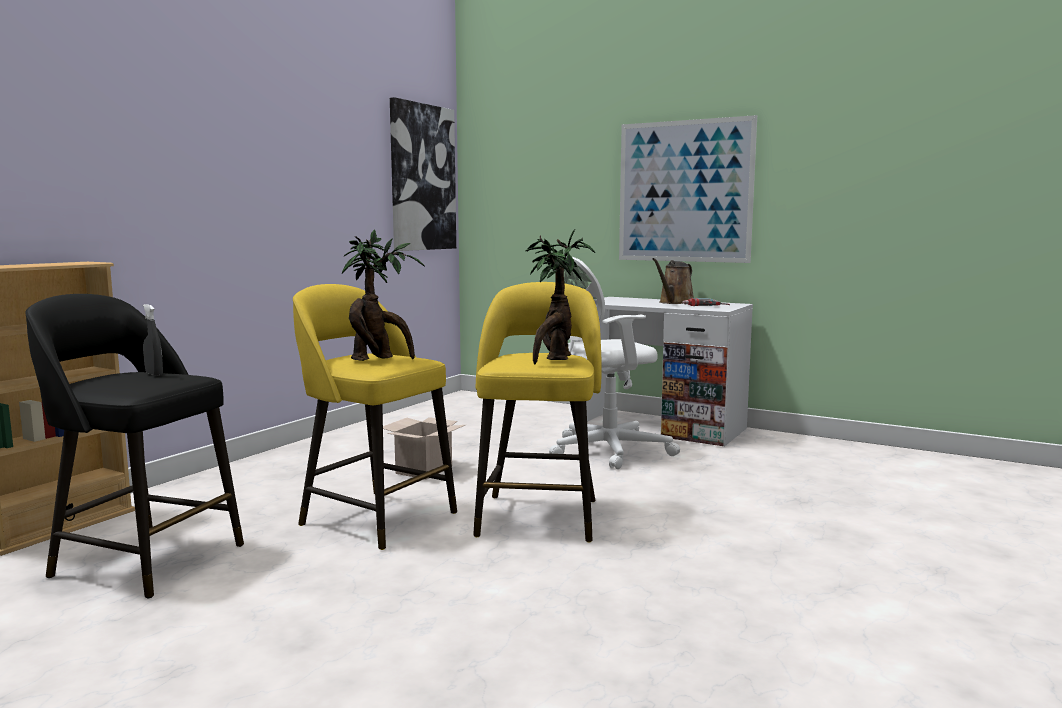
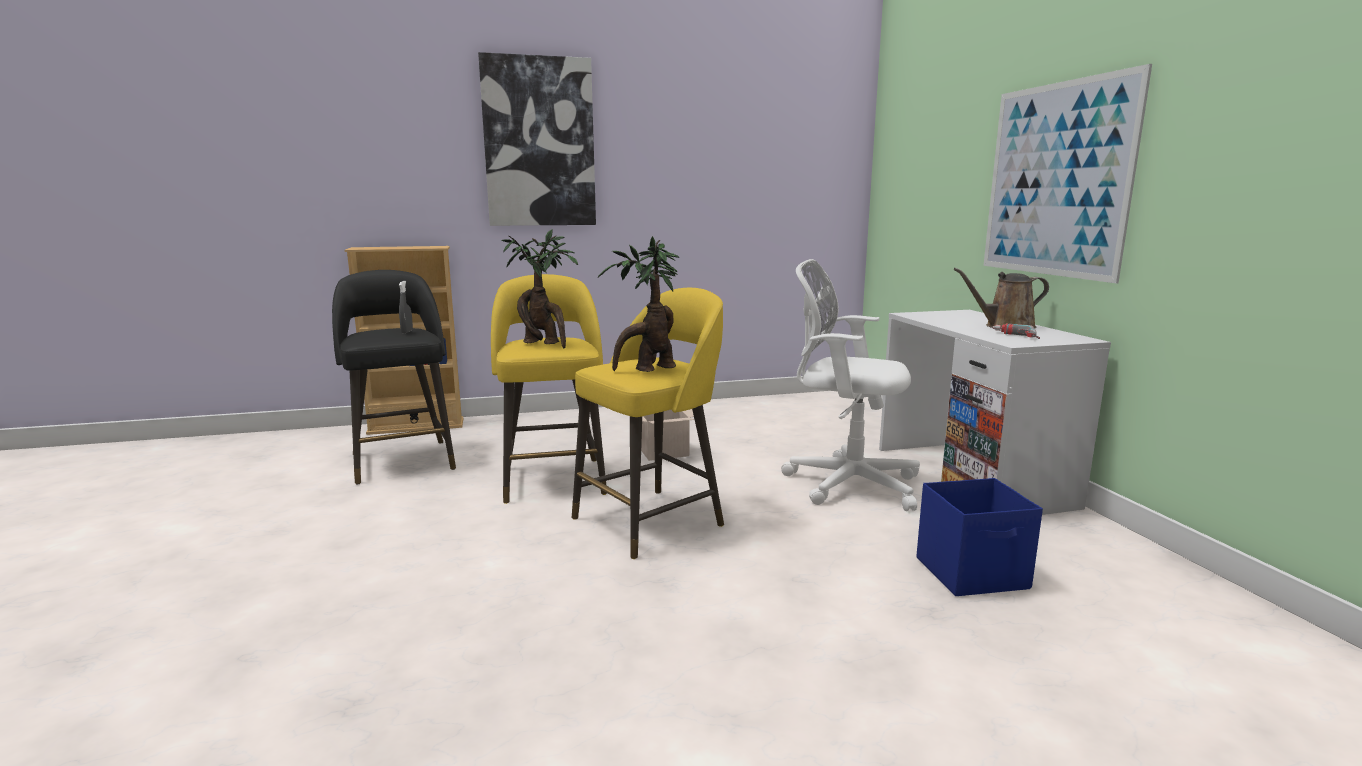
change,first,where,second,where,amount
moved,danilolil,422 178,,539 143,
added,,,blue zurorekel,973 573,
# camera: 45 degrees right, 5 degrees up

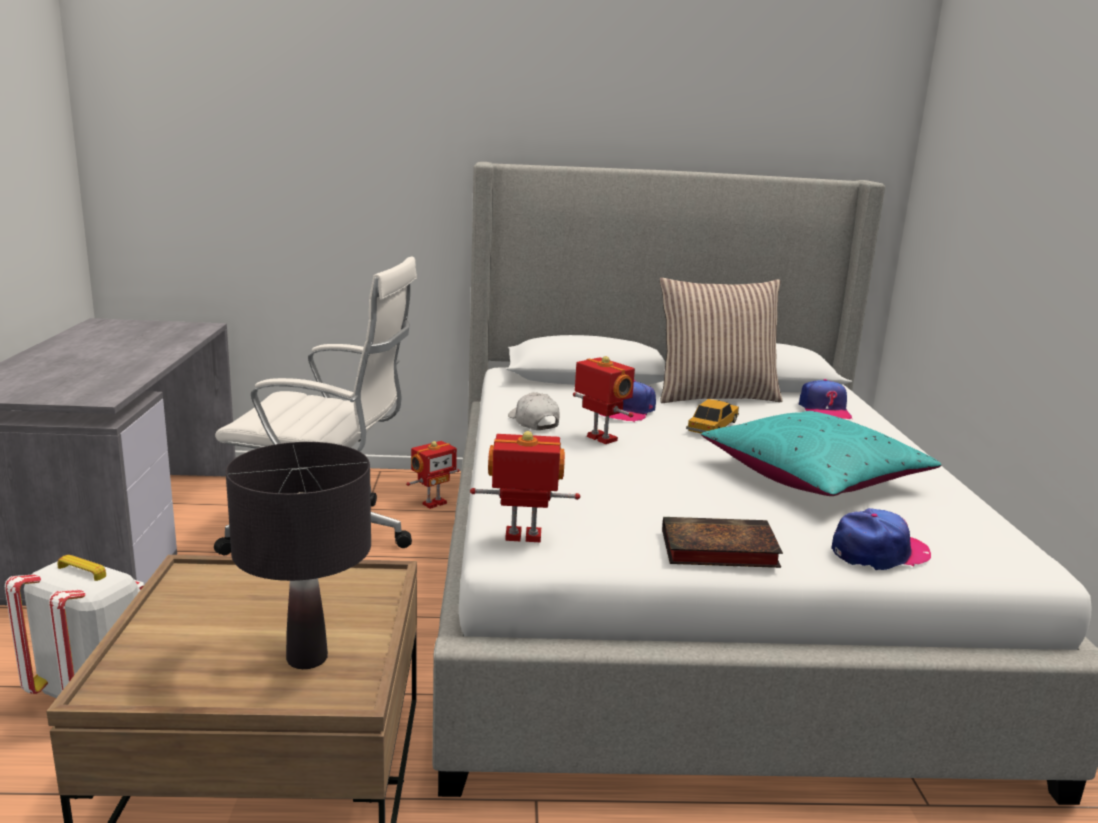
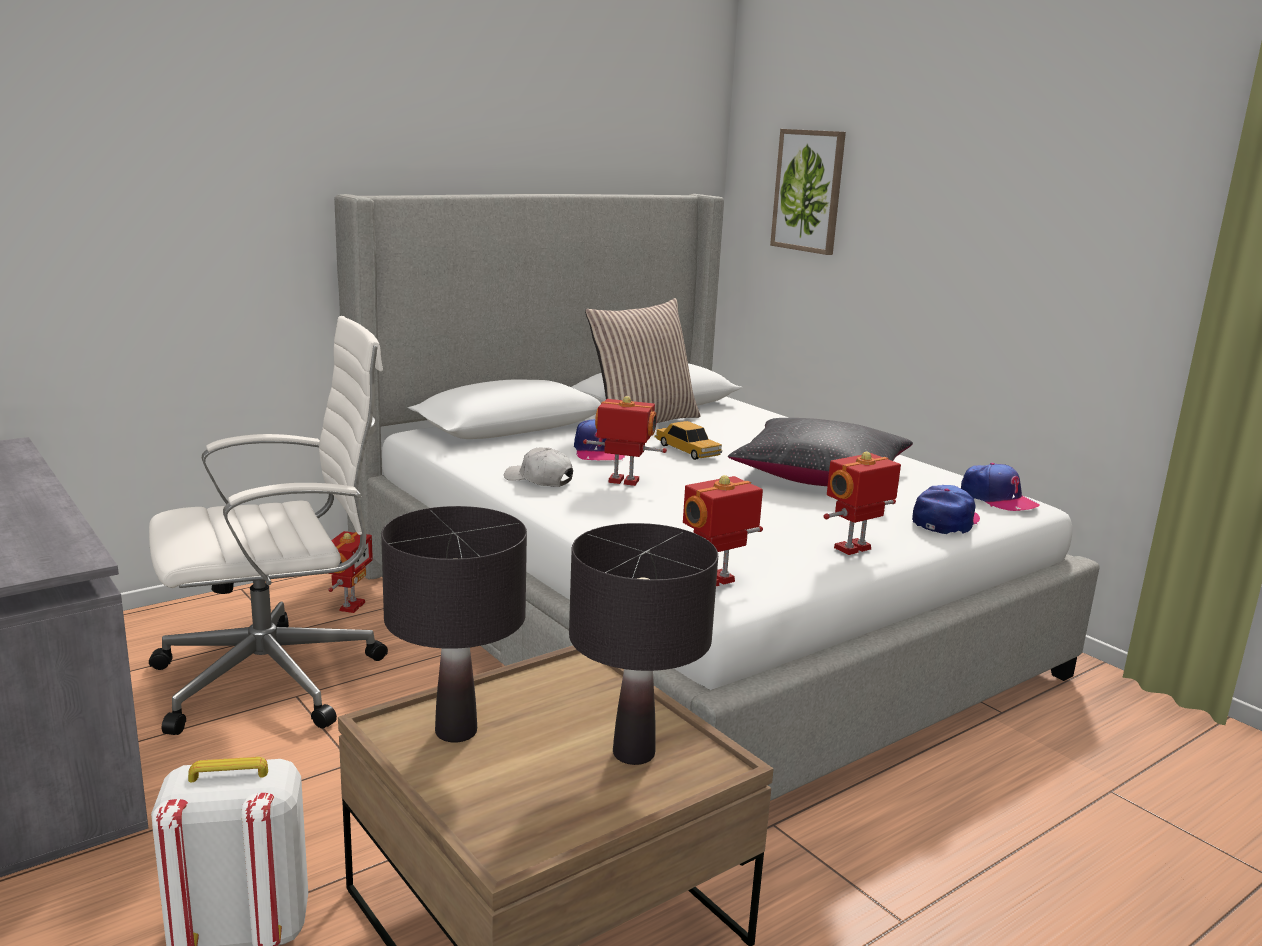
change,first,where,second,where,amount
replaced,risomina,716 550,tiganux,854 549,
turned,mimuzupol,713 427,,687 450,150 degrees clockwise
recoloured,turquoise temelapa,813 477,black temelapa,820 476,
moved,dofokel,824 410,,997 499,
added,,,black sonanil,456 731,
added,,,danilolil,808 191,
# camera: 35 degrees left, 0 degrees up

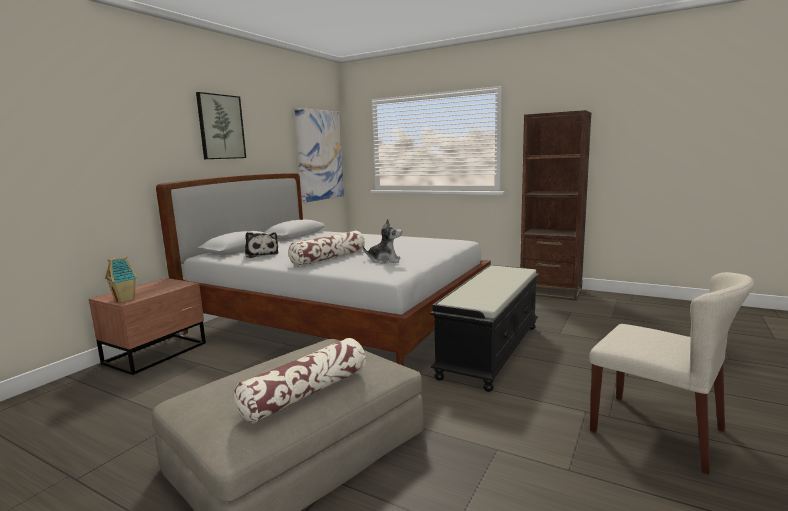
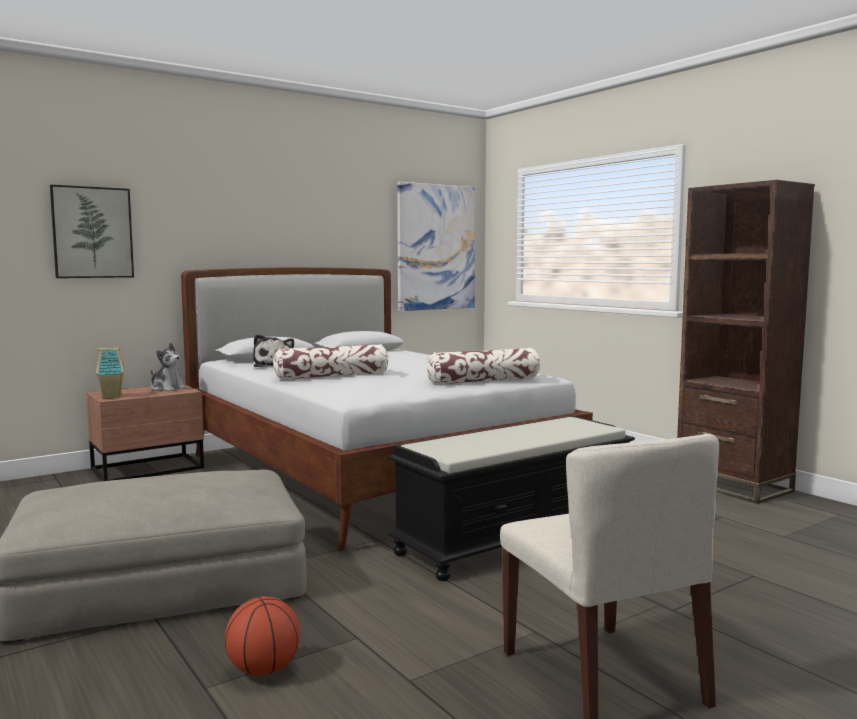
change,first,where,second,where,amount
moved,danilolil,221 127,,92 232,
moved,temelapa,306 393,,484 381,
moved,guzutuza,384 261,,167 388,
added,,,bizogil,264 670,
# camera: 25 degrees right, 5 degrees down

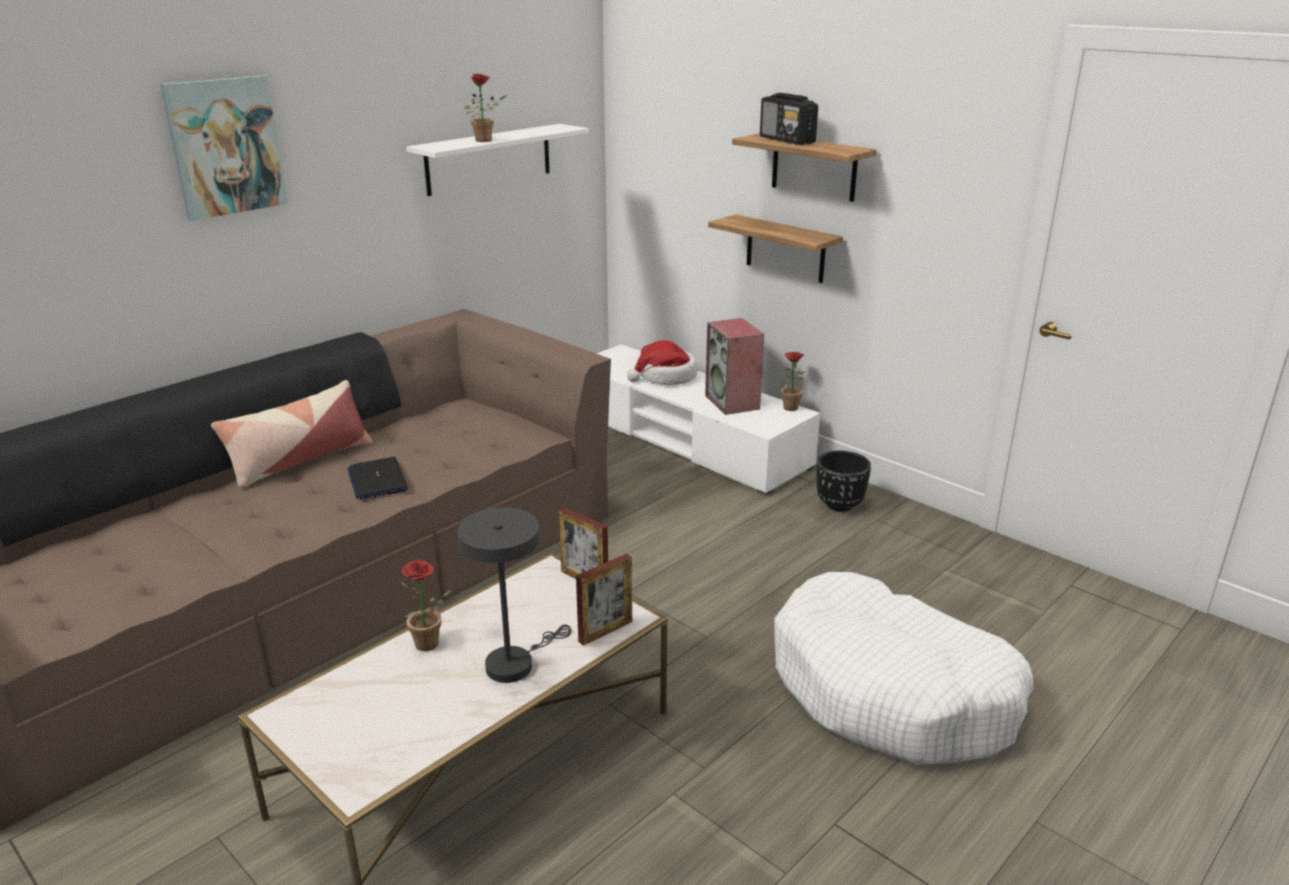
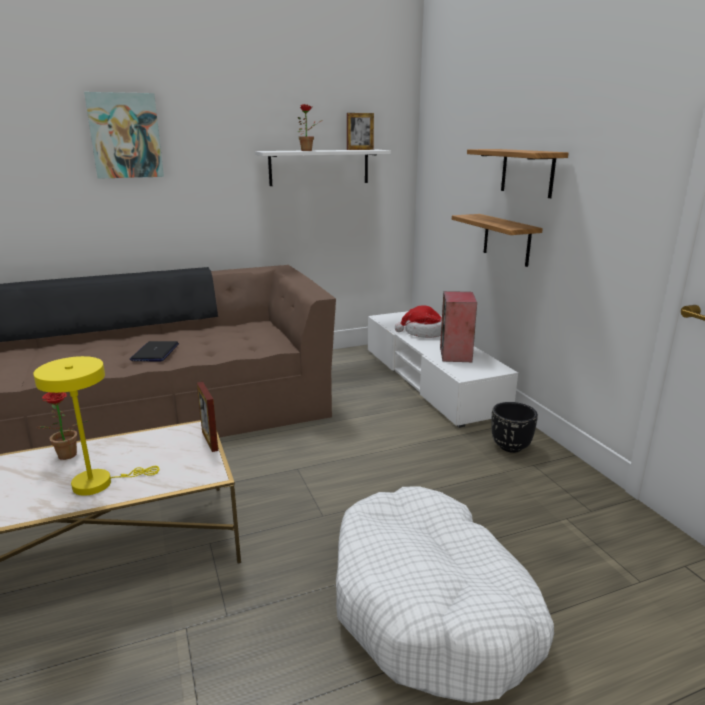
change,first,where,second,where,amount
removed,temelapa,300 460,,,
recoloured,grey sonanil,515 663,yellow sonanil,99 483,
moved,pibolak,605 631,,360 149,
removed,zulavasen,787 140,,,
removed,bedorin,789 406,,,
# camera: 25 degrees right, 5 degrees down

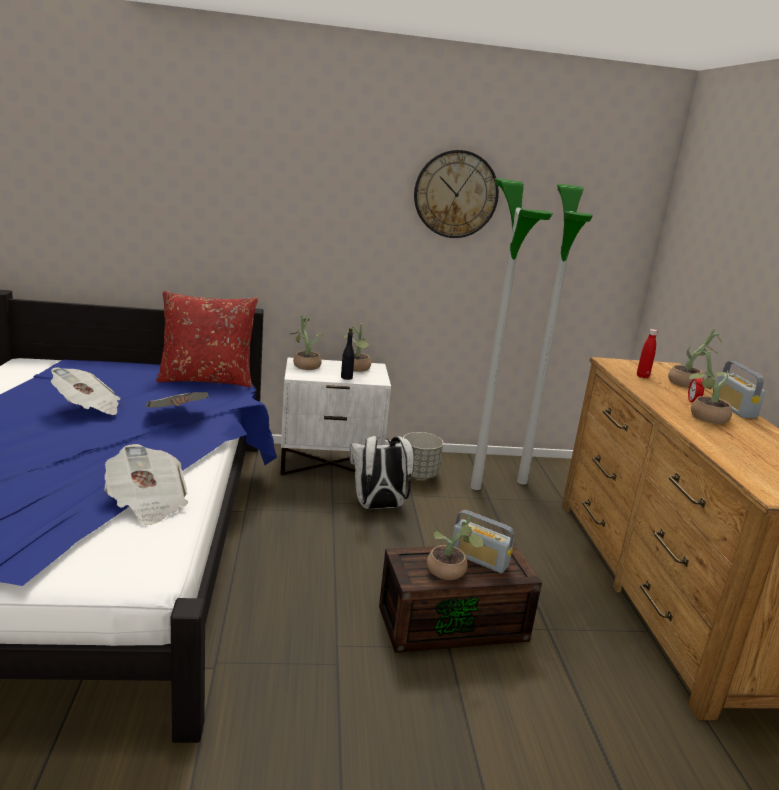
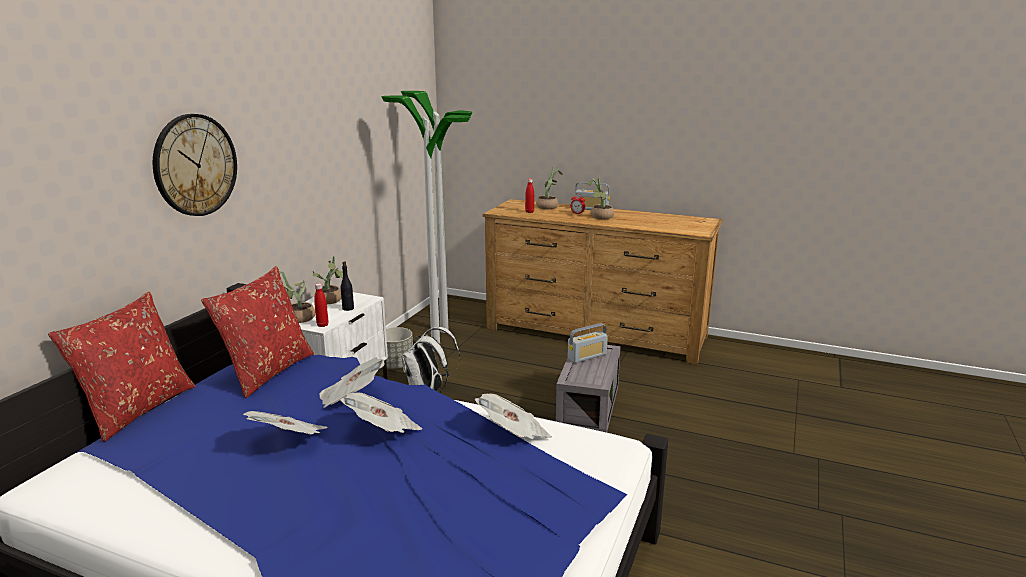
change,first,where,second,where,amount
recoloured,brown zurorekel,454 621,grey zurorekel,587 406,
moved,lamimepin,455 194,,195 165,
removed,bedorin,450 572,,,
added,,,red temelapa,138 409,
added,,,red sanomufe,322 325,
added,,,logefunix,383 430,
# camera: 60 degrees left, 0 degrees up

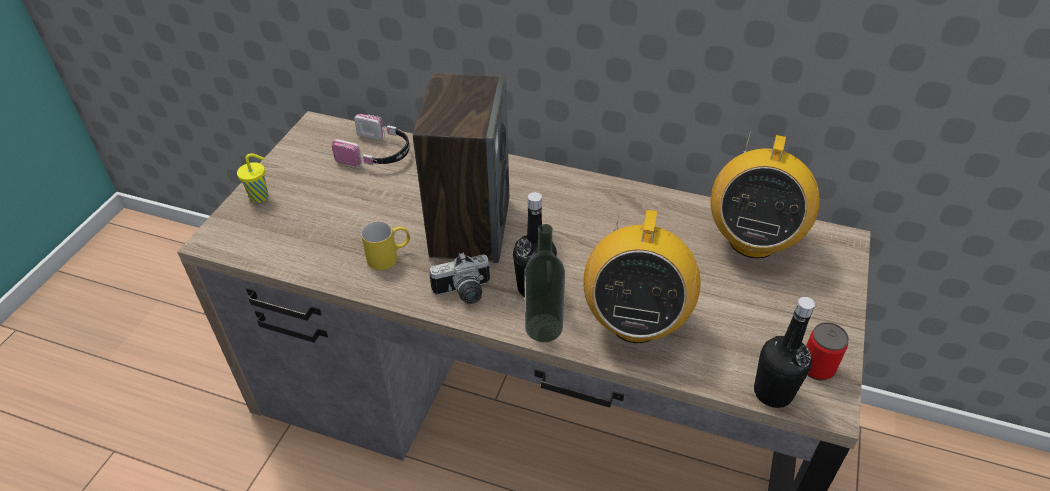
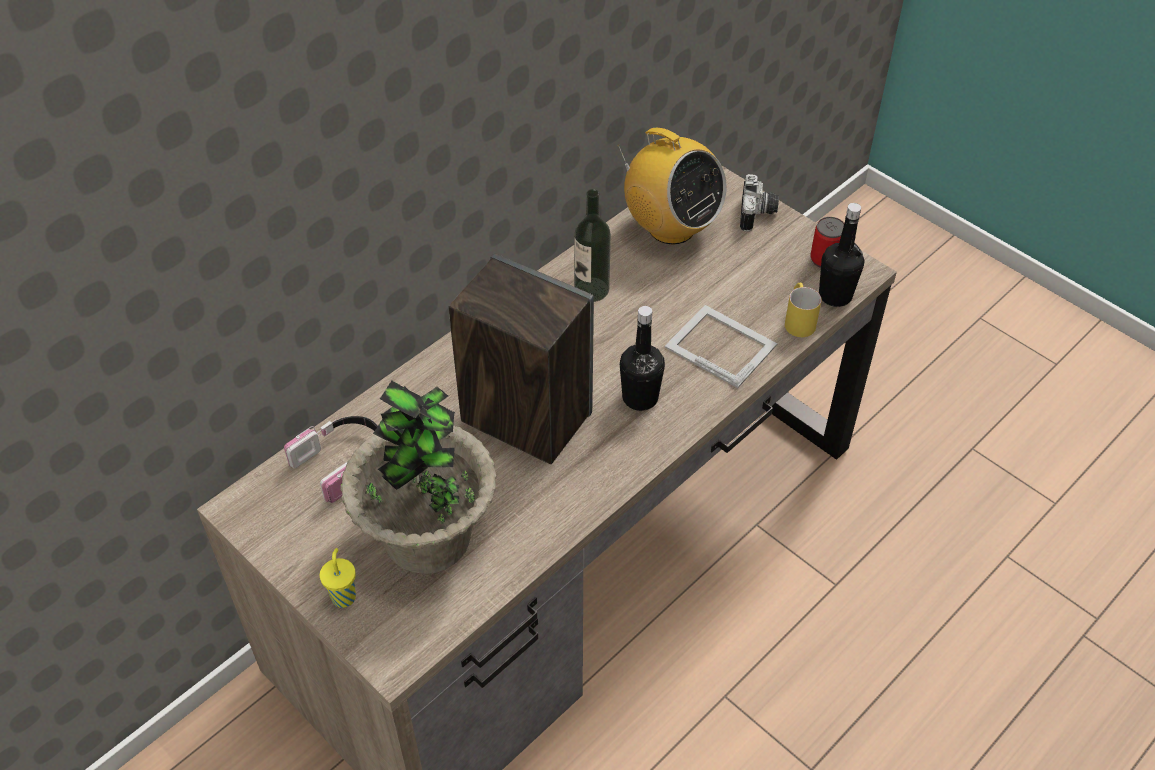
change,first,where,second,where,amount
moved,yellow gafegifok,389 256,,798 319,
moved,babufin,464 293,,758 214,
moved,sanomufe,543 328,,591 289,
replaced,zulavasen,635 321,pibolak,720 345,
added,,,bedorin,427 538,
# camera: 65 degrees left, 5 degrees up

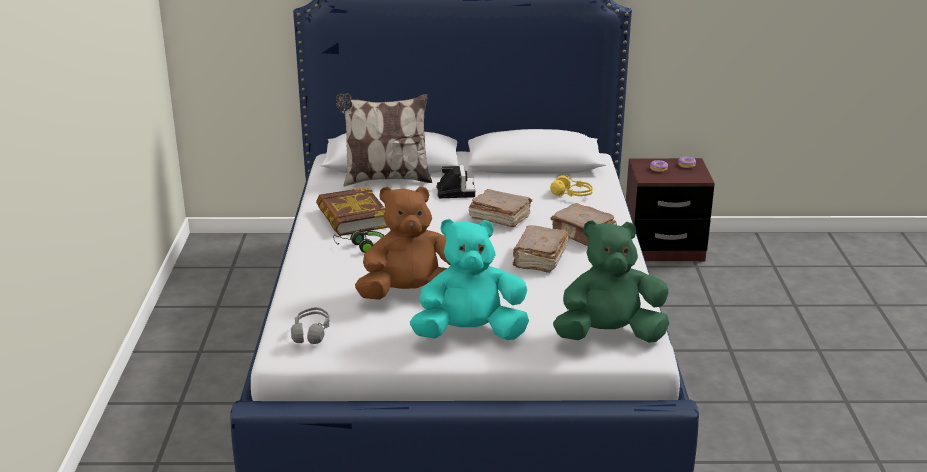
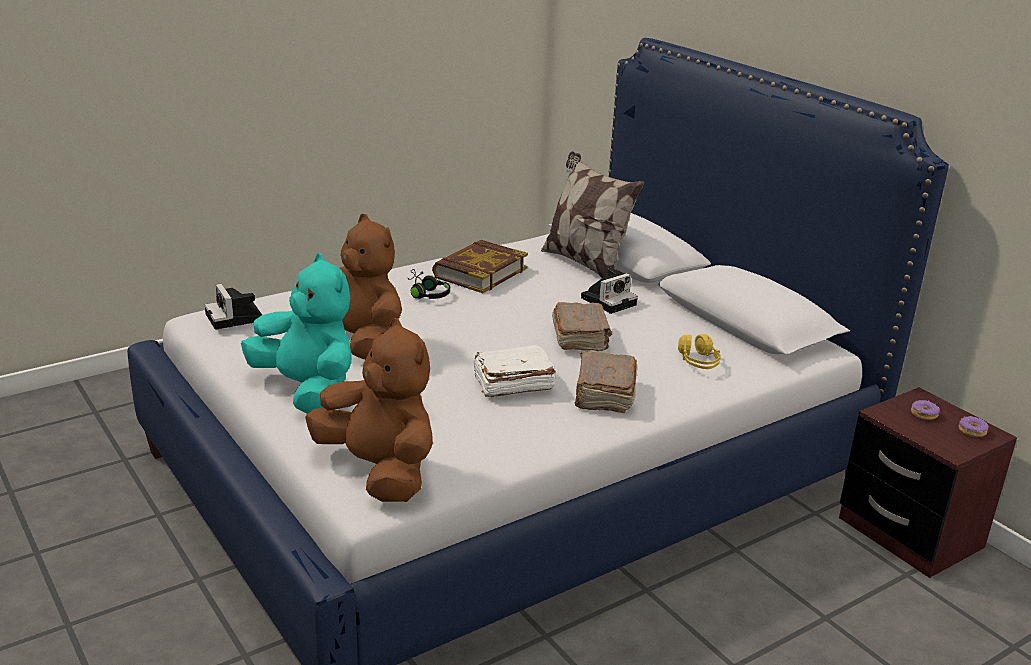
change,first,where,second,where,amount
replaced,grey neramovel,311 333,babufin,235 318,
recoloured,brown risomina,539 259,white risomina,512 384,
recoloured,green guzutuza,609 336,brown guzutuza,379 471,
# camera: 55 degrees right, 0 degrees up

